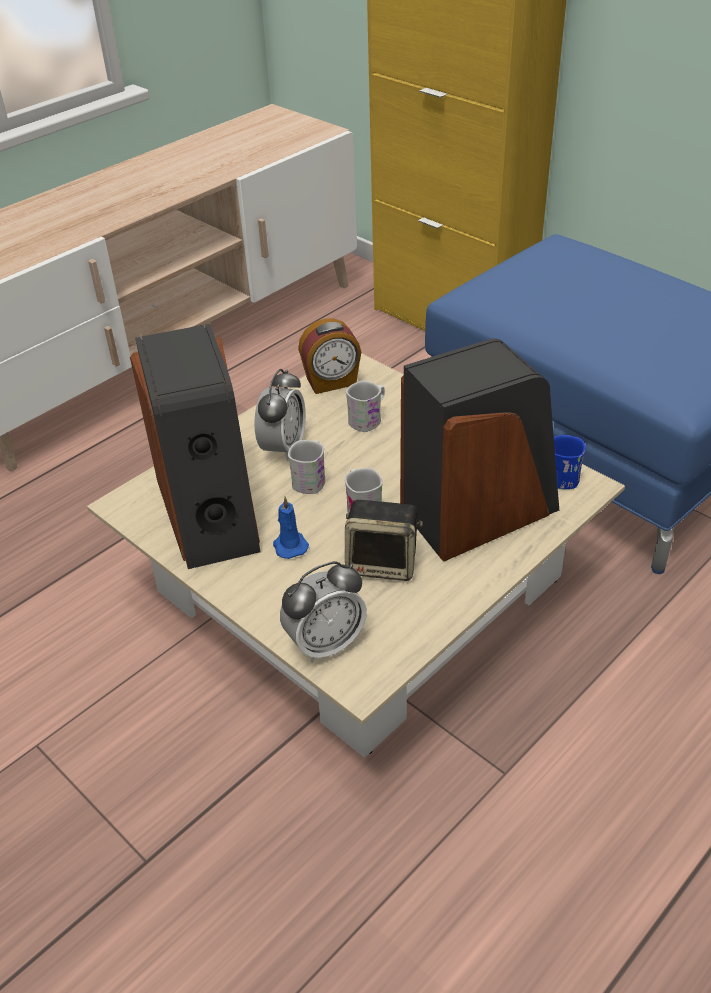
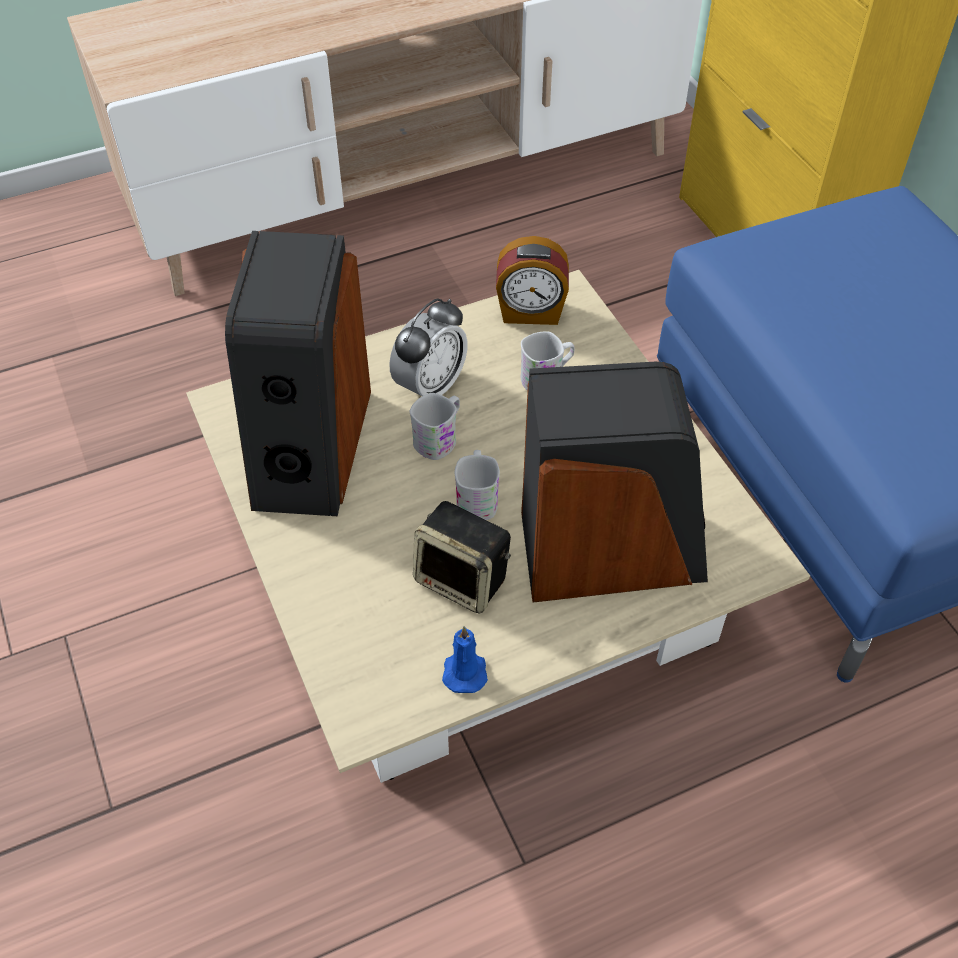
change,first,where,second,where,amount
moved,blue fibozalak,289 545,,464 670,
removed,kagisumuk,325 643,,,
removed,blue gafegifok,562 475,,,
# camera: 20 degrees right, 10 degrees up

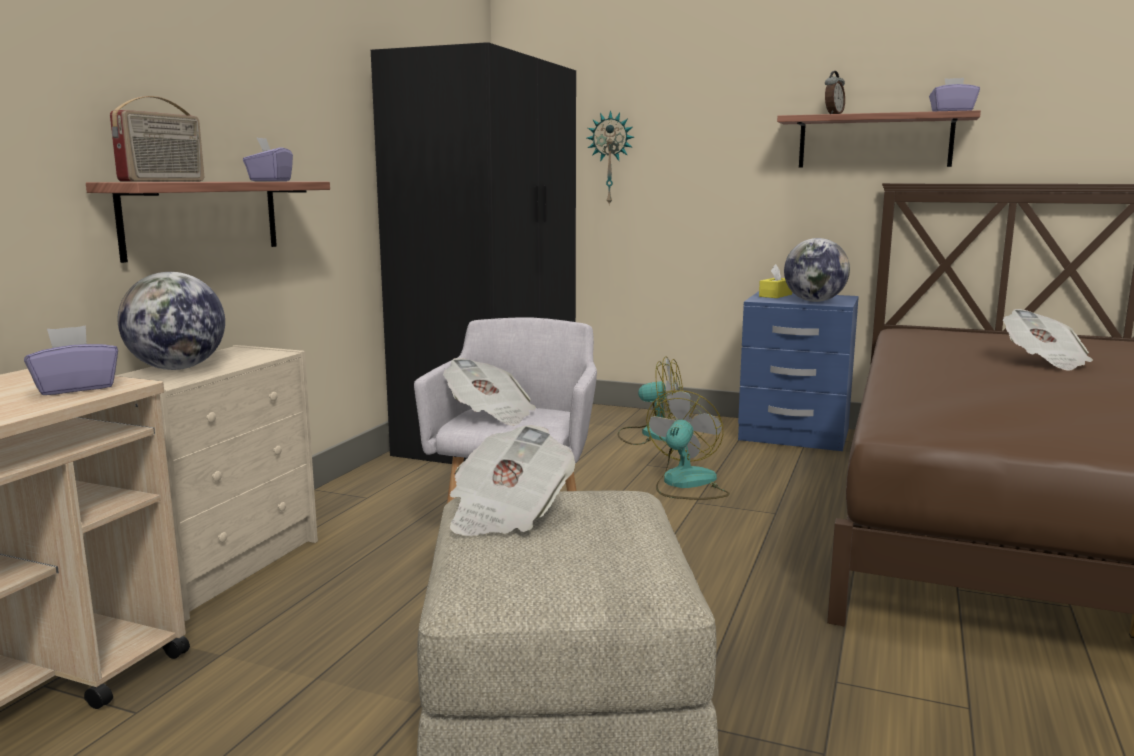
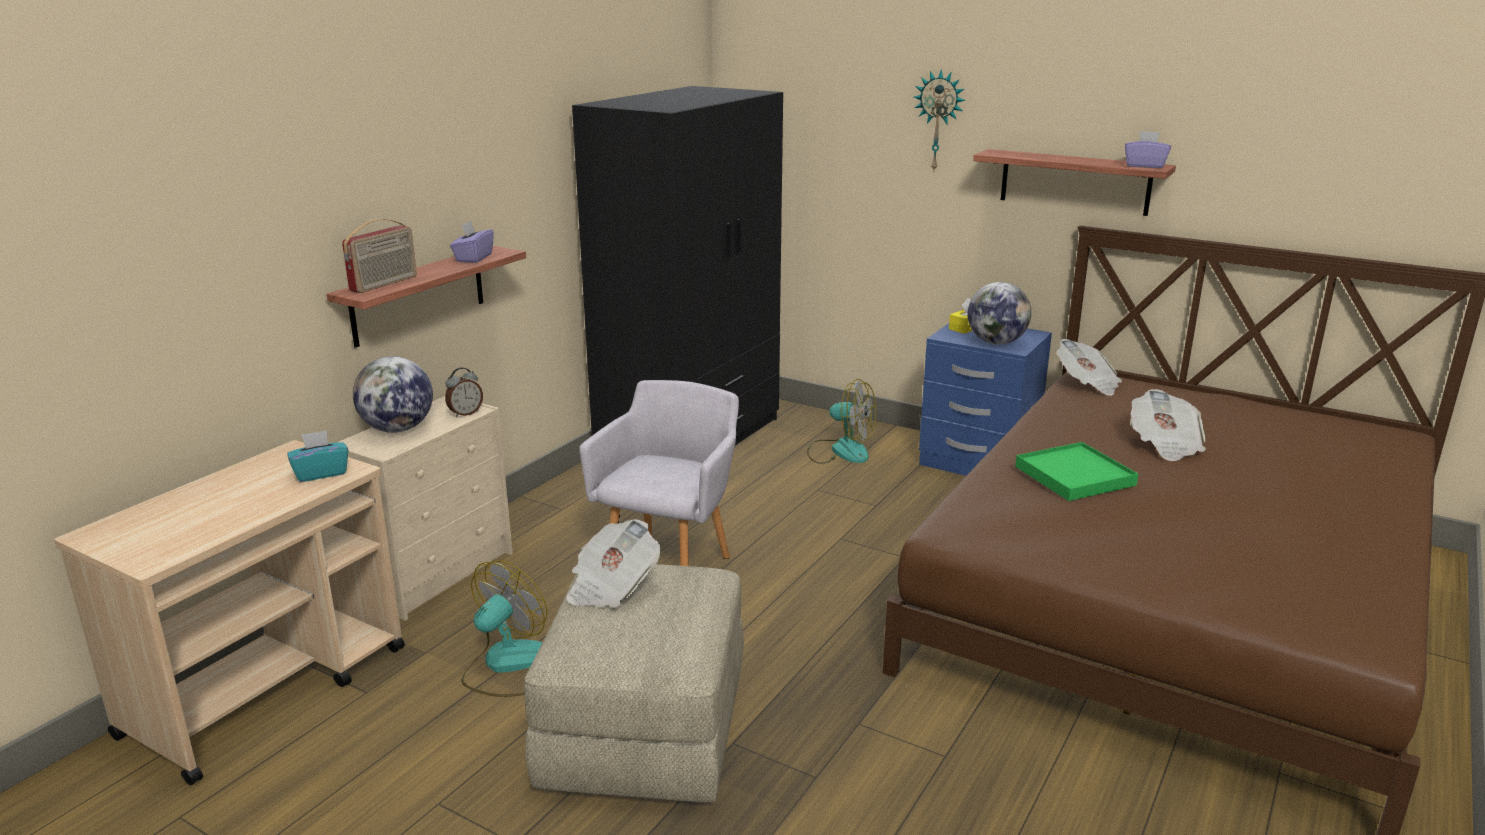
change,first,where,second,where,amount
recoloured,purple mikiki,75 388,turquoise mikiki,321 473,
moved,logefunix,490 415,,1087 384,
moved,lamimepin,611 158,,939 121,
moved,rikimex,686 484,,506 665,
moved,kagisumuk,833 114,,465 413,
added,,,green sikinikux,1074 476,
# camera: 10 degrees right, 10 degrees up

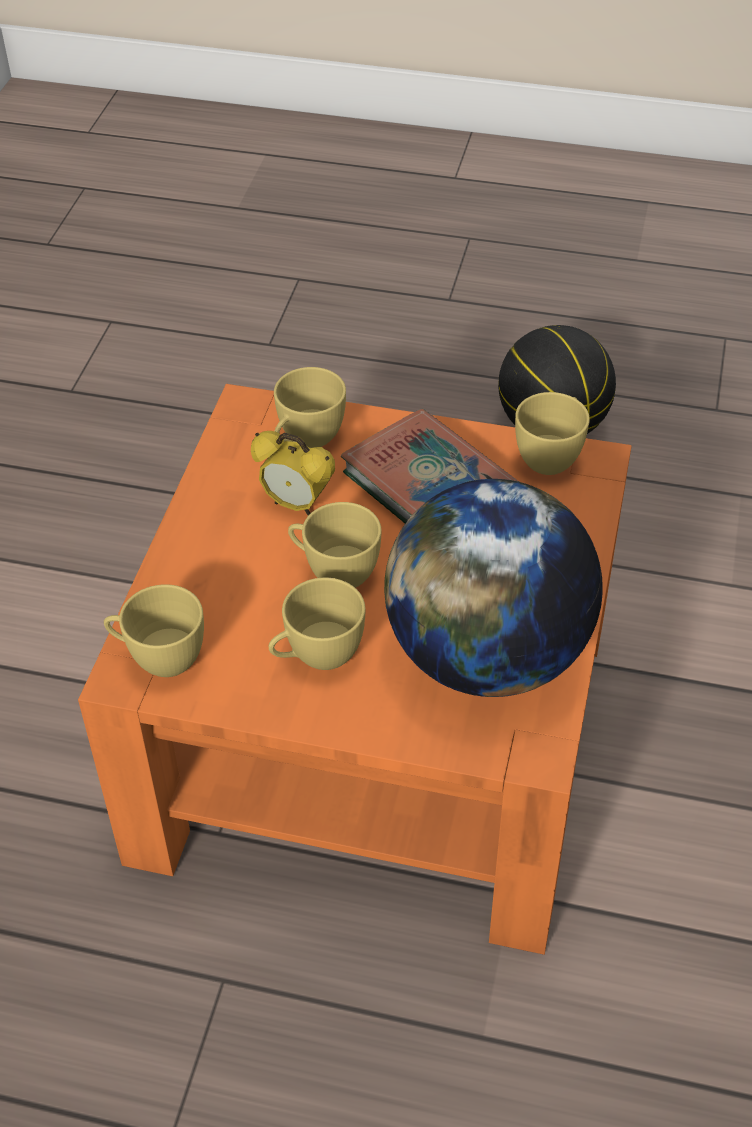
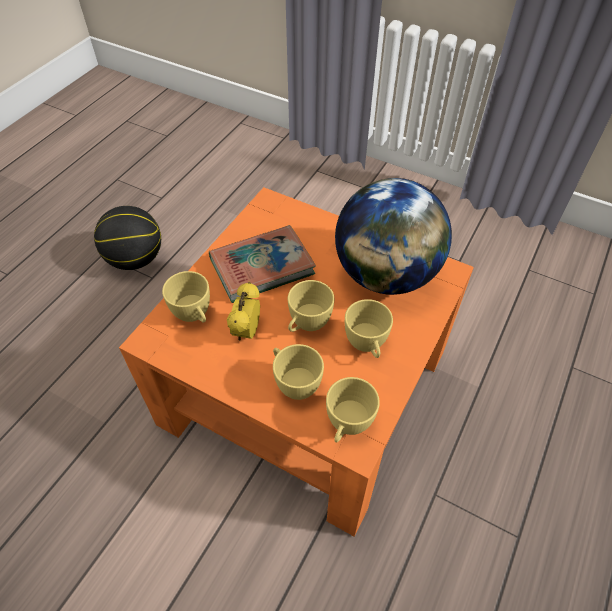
change,first,where,second,where,amount
turned,kagisumuk,296 505,,247 331,150 degrees clockwise
moved,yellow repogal,552 456,,294 382,
# camera: 75 degrees left, 5 degrees up

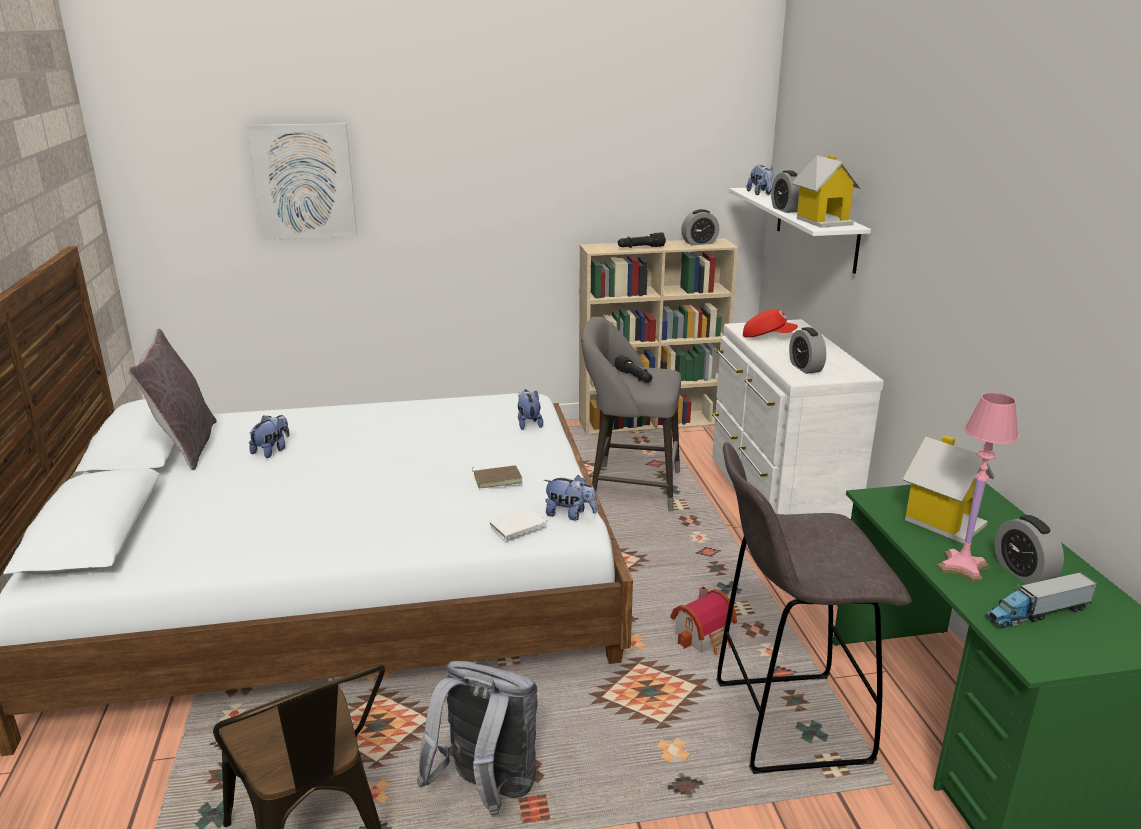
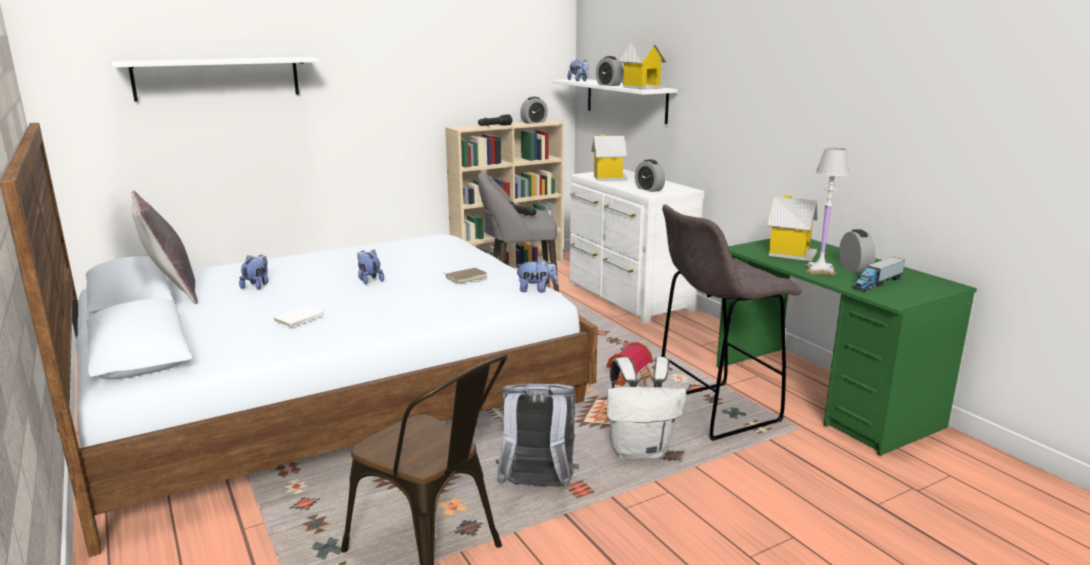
change,first,where,second,where,amount
replaced,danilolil,304 181,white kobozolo,217 78,
moved,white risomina,518 527,,299 319,
moved,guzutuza,528 423,,369 280,
replaced,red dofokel,768 337,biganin,608 178,
recoloured,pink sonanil,961 567,white sonanil,819 270,
turned,kagisumuk,1022 572,,854 268,150 degrees counterclockwise
added,,,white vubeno,640 450,
# camera: 20 degrees left, 5 degrees down

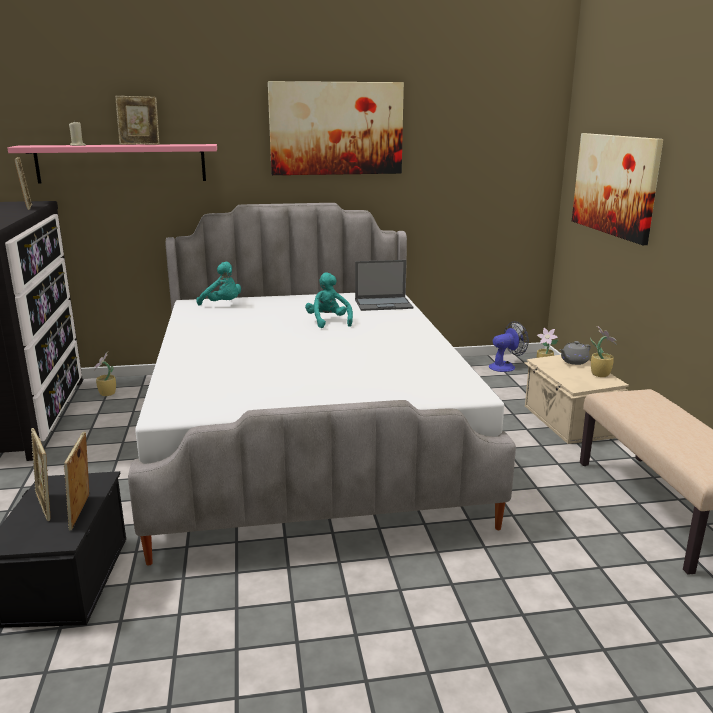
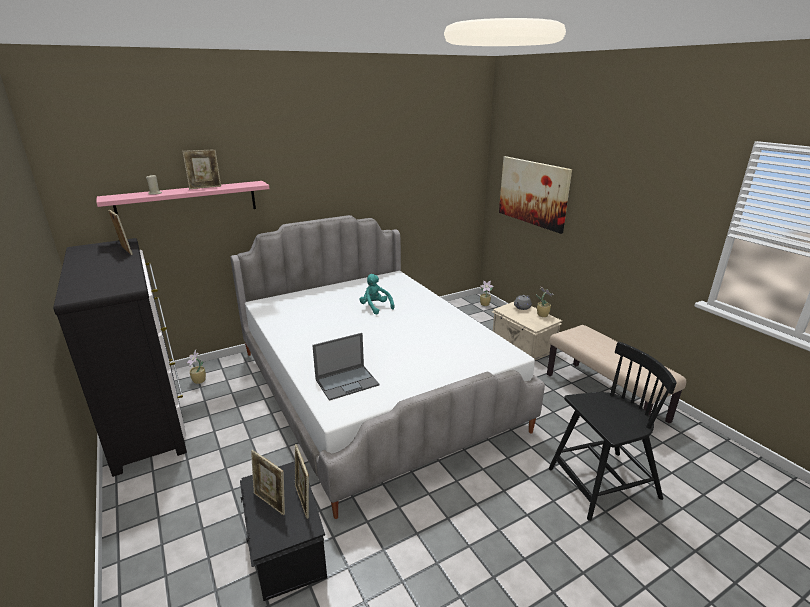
change,first,where,second,where,amount
removed,turquoise guzutuza,223 304,,,
removed,danilolil,336 128,,,
moved,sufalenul,384 304,,347 382,
removed,rikimex,506 366,,,
added,,,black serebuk,602 484,
# camera: 20 degrees left, 5 degrees up

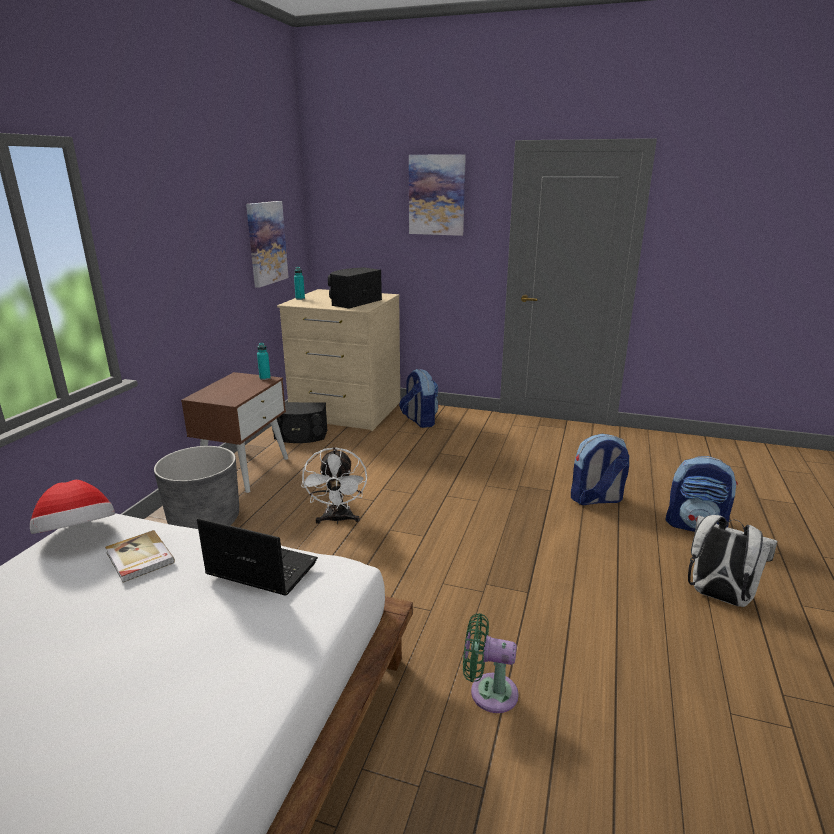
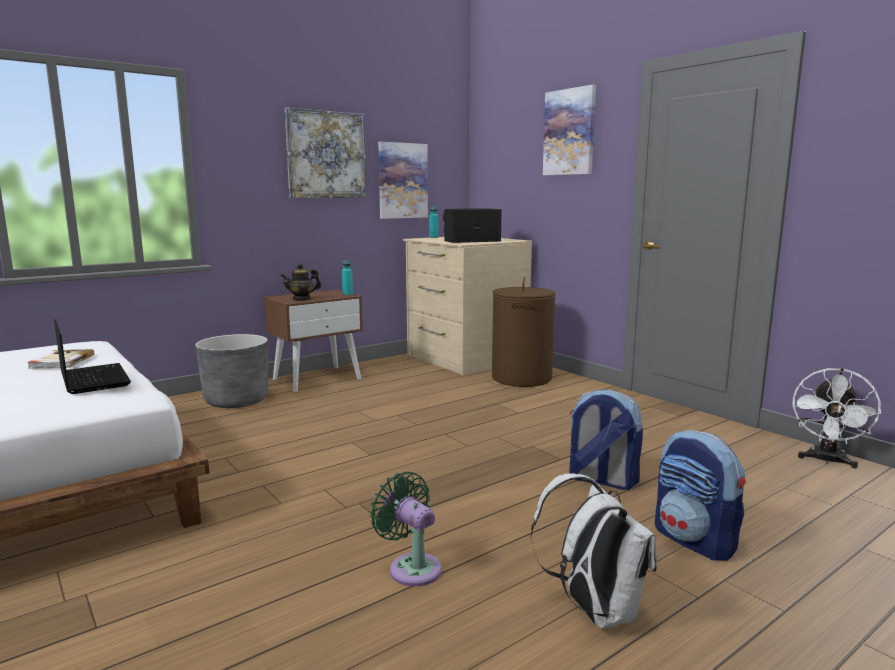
change,first,where,second,where,amount
removed,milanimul,78 535,,,
removed,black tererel,300 436,,,
moved,white rikimex,337 520,,826 461,
replaced,vubeno,419 421,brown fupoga,521 378,
moved,green rikimex,488 692,,411 567,
added,,,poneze,301 299,
added,,,danilolil,326 155,
# camera: 35 degrees right, 10 degrees down

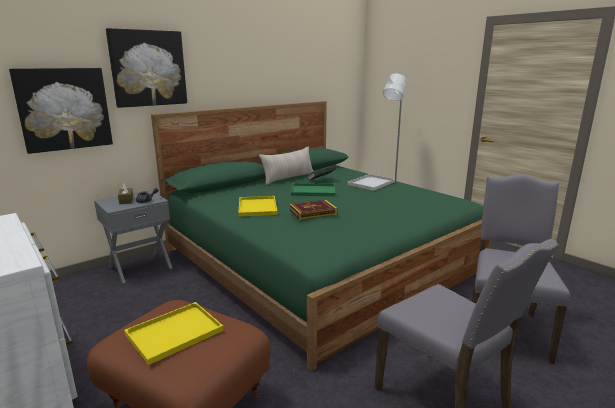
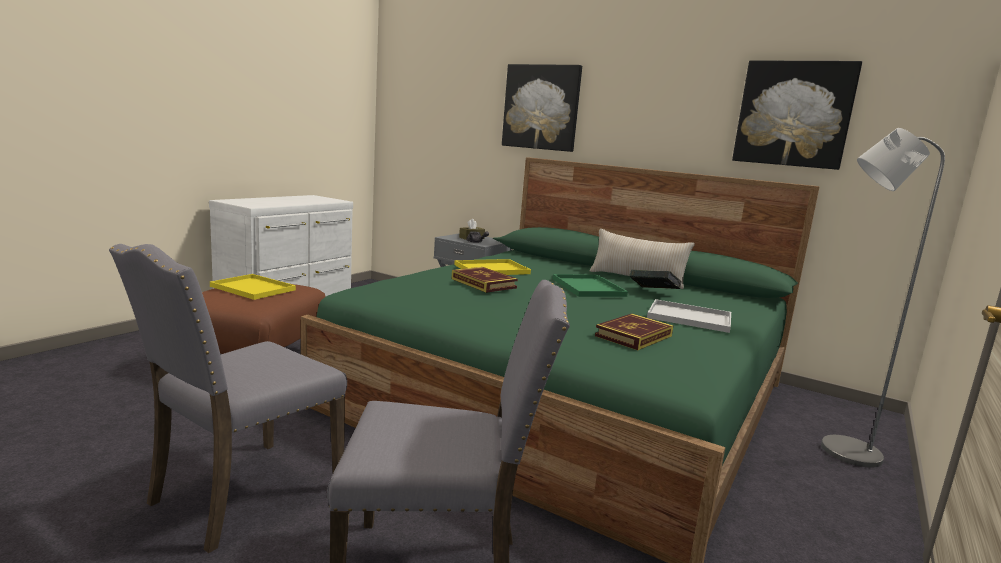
change,first,where,second,where,amount
moved,danilolil,64 109,,793 114,
added,,,risomina,633 336,
# camera: 70 degrees right, 5 degrees down

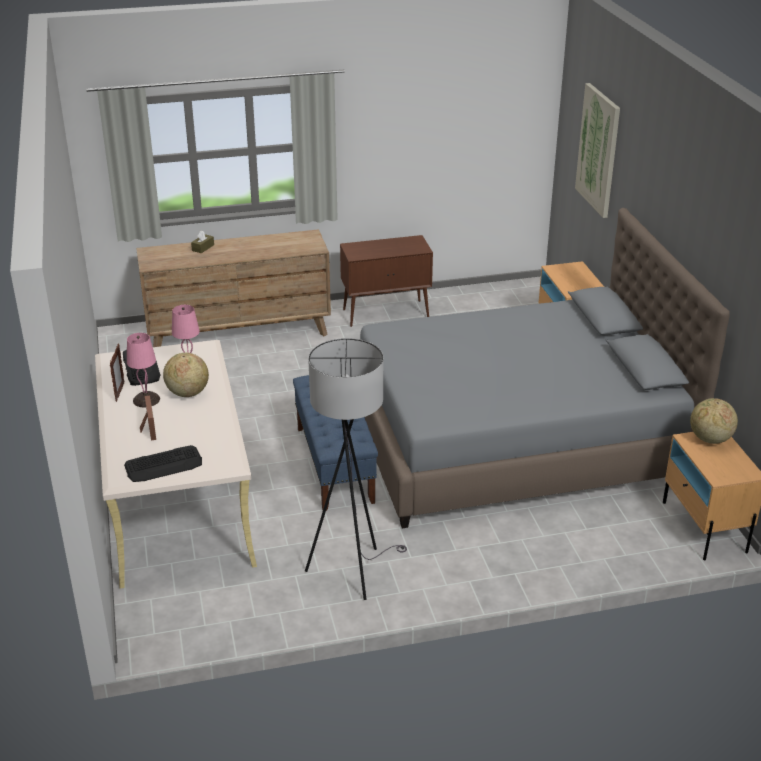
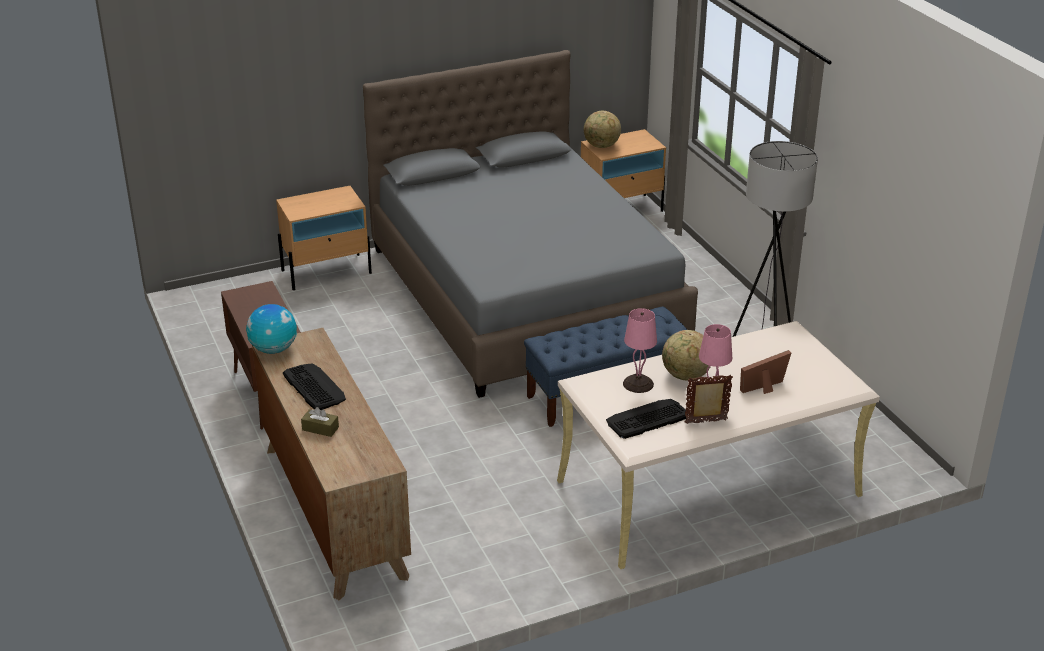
change,first,where,second,where,amount
moved,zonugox,164 465,,314 387,
removed,danilolil,598 150,,,
added,,,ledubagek,274 349,
# camera: 100 degrees left, 0 degrees up

